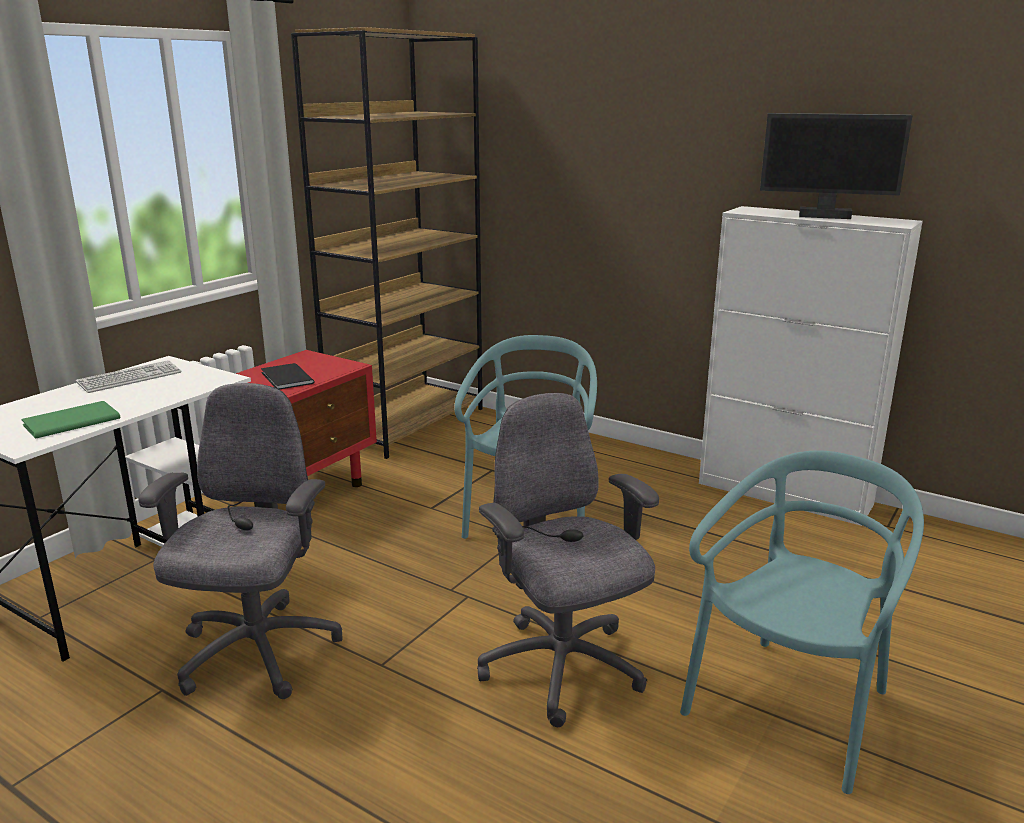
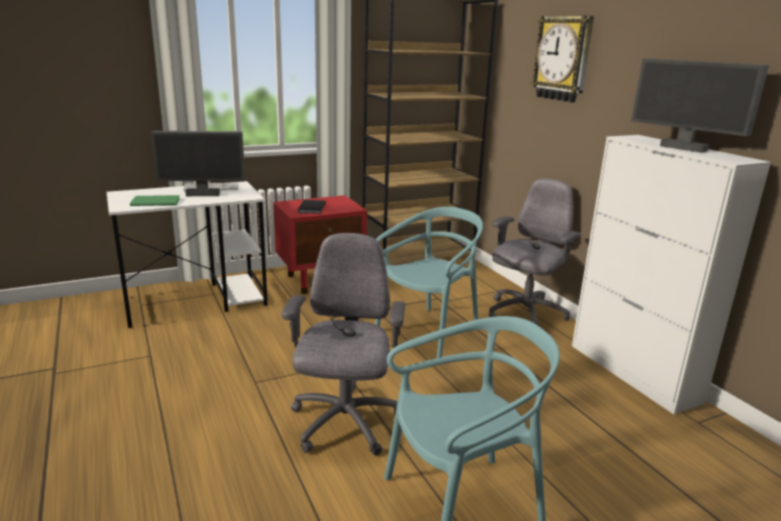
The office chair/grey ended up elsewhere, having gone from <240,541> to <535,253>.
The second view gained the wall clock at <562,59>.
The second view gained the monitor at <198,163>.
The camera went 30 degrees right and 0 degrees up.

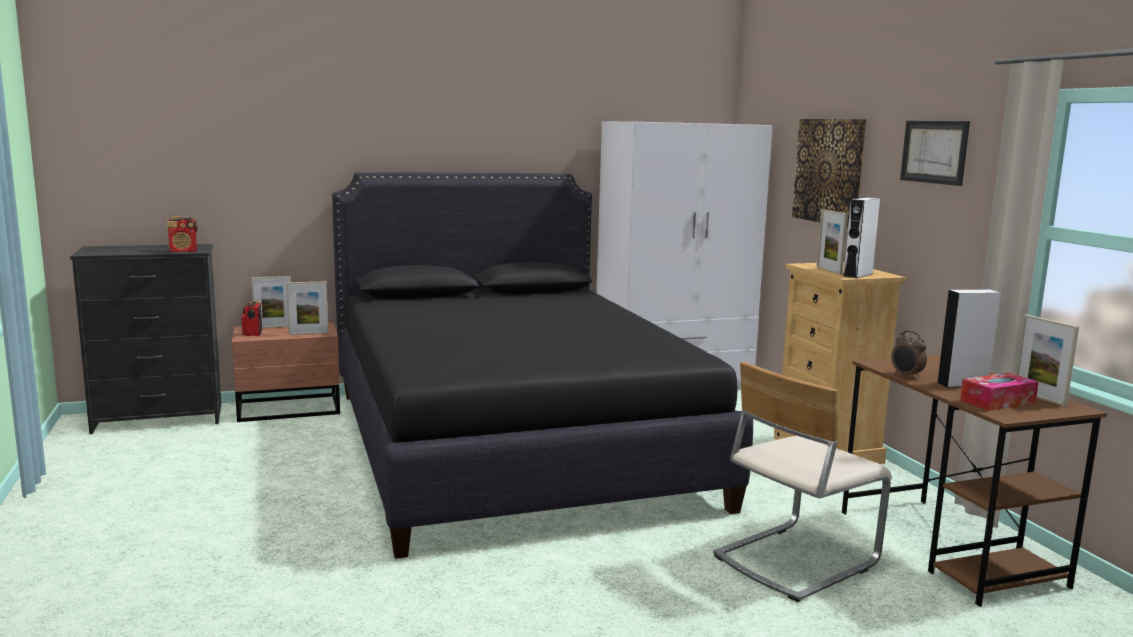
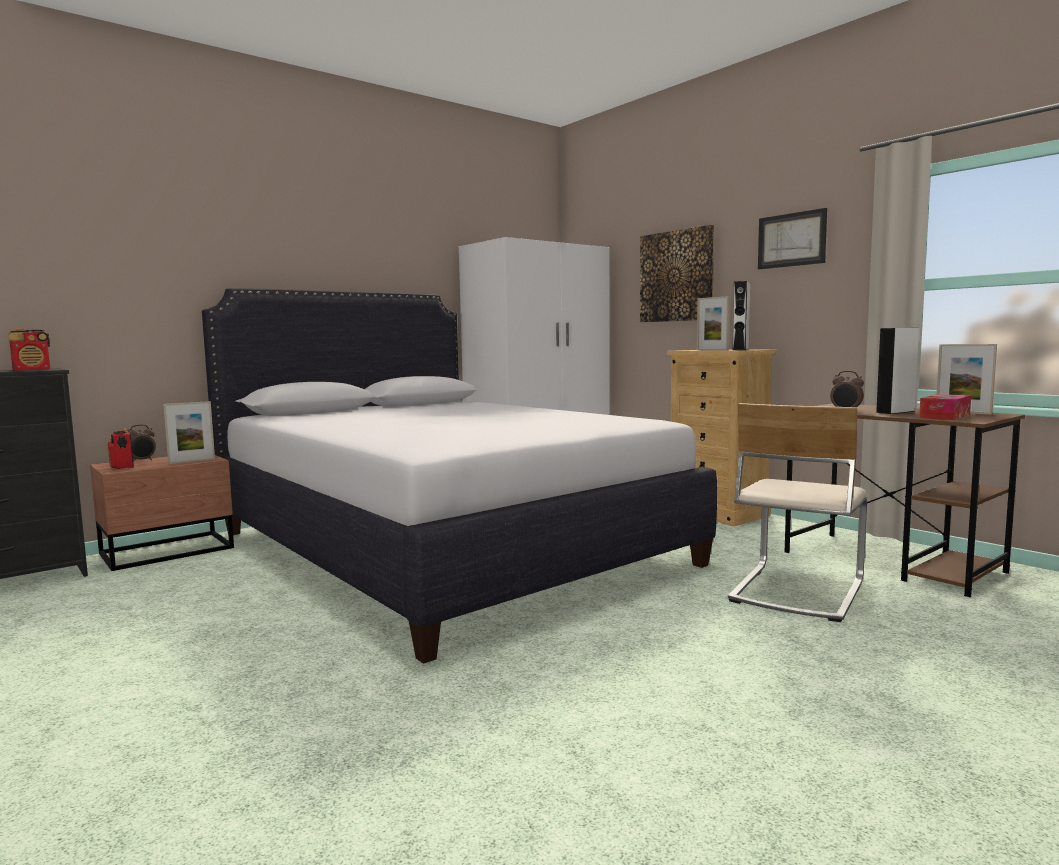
What was the bed/black at <542,365> turned into the bed/white at <459,476>.
Where the picture frame stood at <271,302>, the alarm clock came to stand at <141,443>.
The camera went 20 degrees left and 5 degrees down.

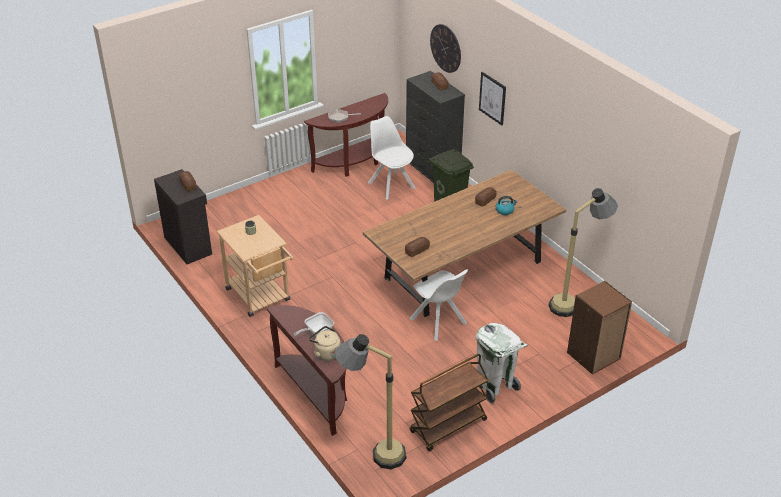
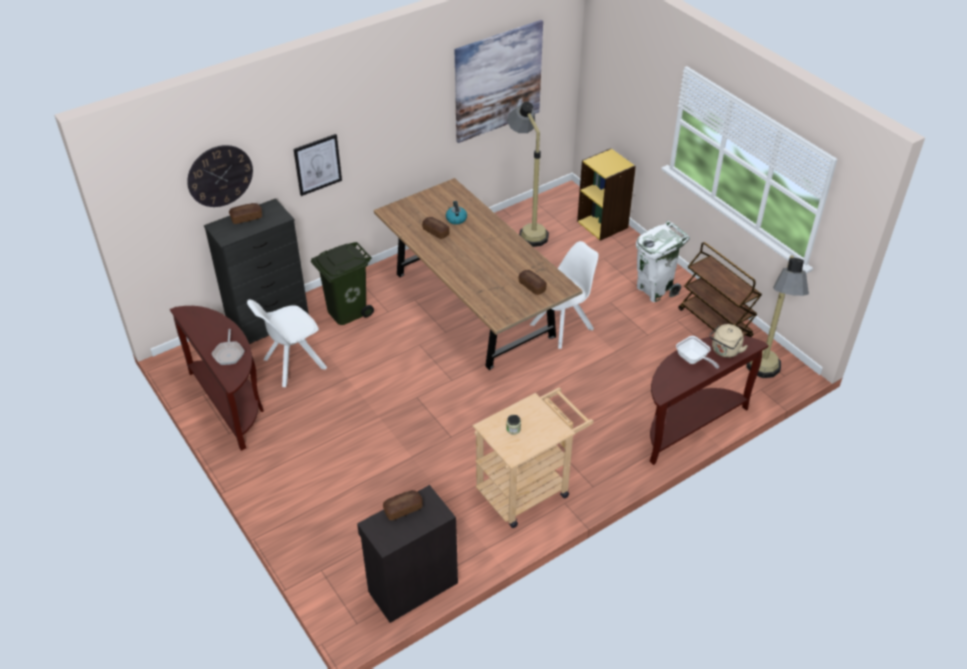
What was the bookcase/brown at <599,328> turned into the bookcase/yellow at <606,194>.
The second view gained the picture at <498,81>.
The camera went 90 degrees left and 5 degrees up.

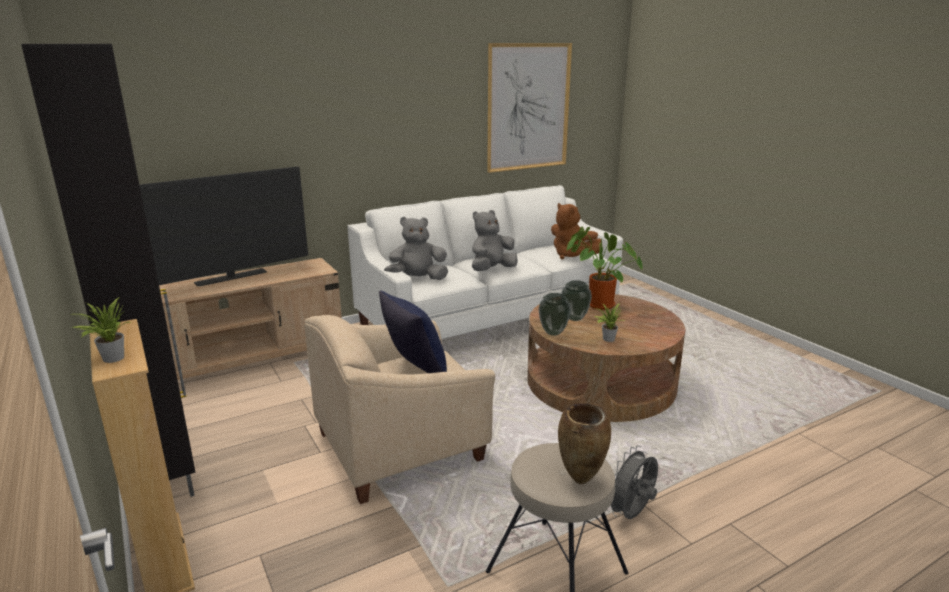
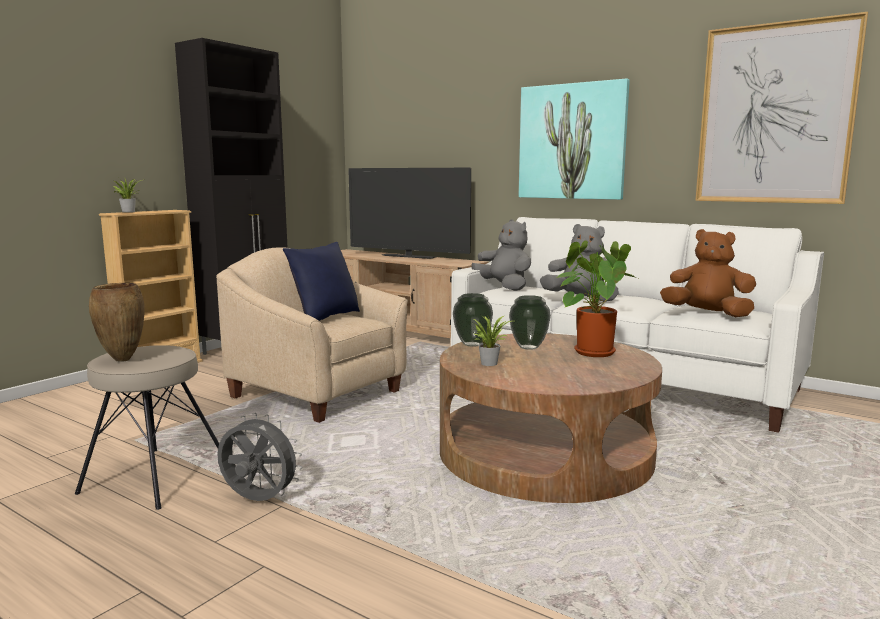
The plush toy/brown at <576,231> ended up facing another way, 90 degrees clockwise from before.
The second view gained the picture at <574,139>.
The camera went 65 degrees right and 10 degrees down.

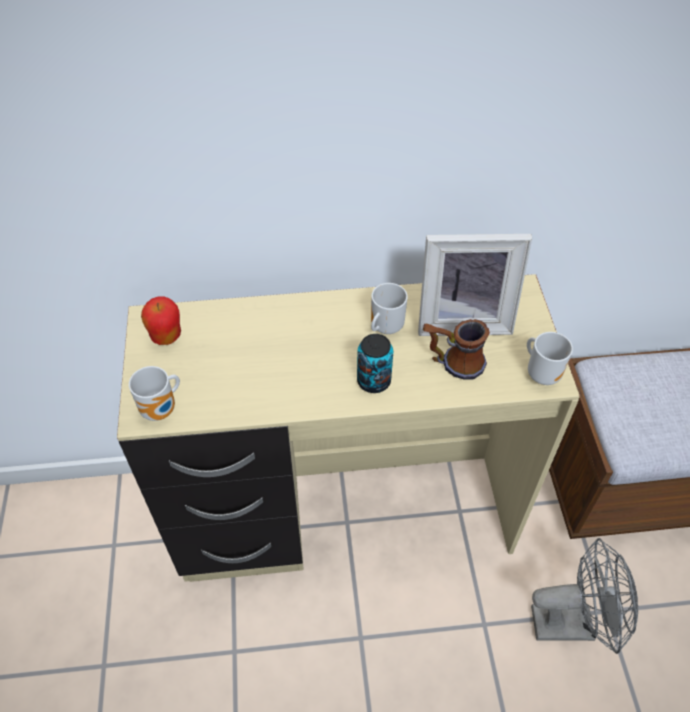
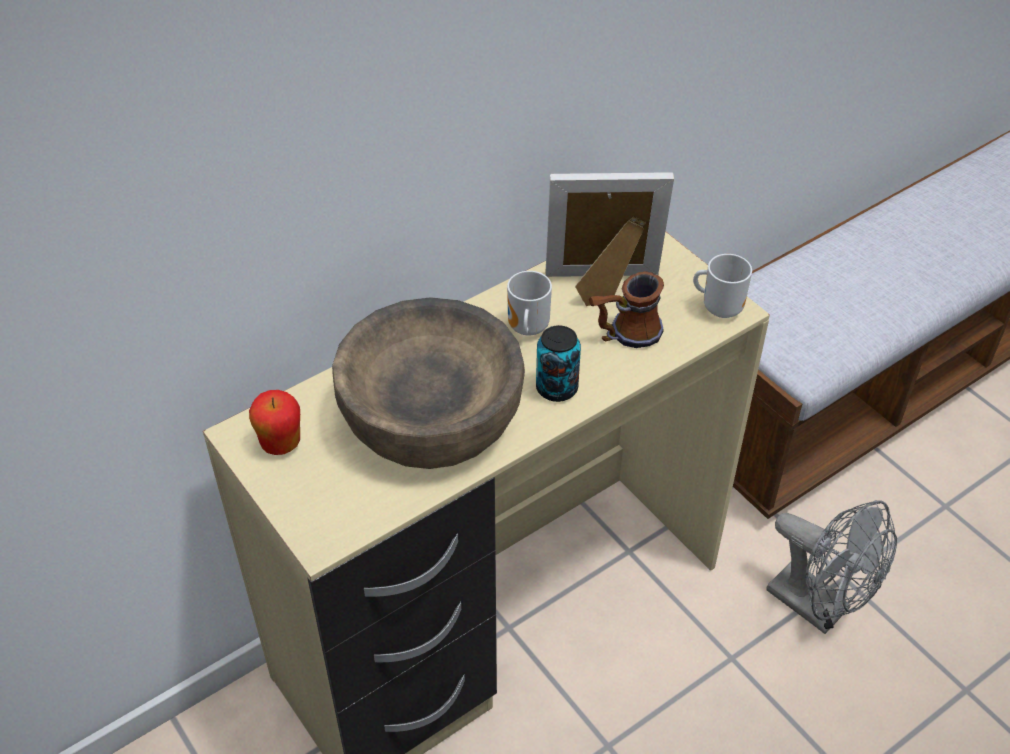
The picture frame at <475,285> ended up facing another way, 150 degrees counterclockwise from before.
The second view lost the mug at <154,393>.
The fan/grey at <584,596> ended up facing another way, 75 degrees clockwise from before.
The second view gained the bowl/brown at <428,383>.
The camera went 30 degrees left and 5 degrees down.

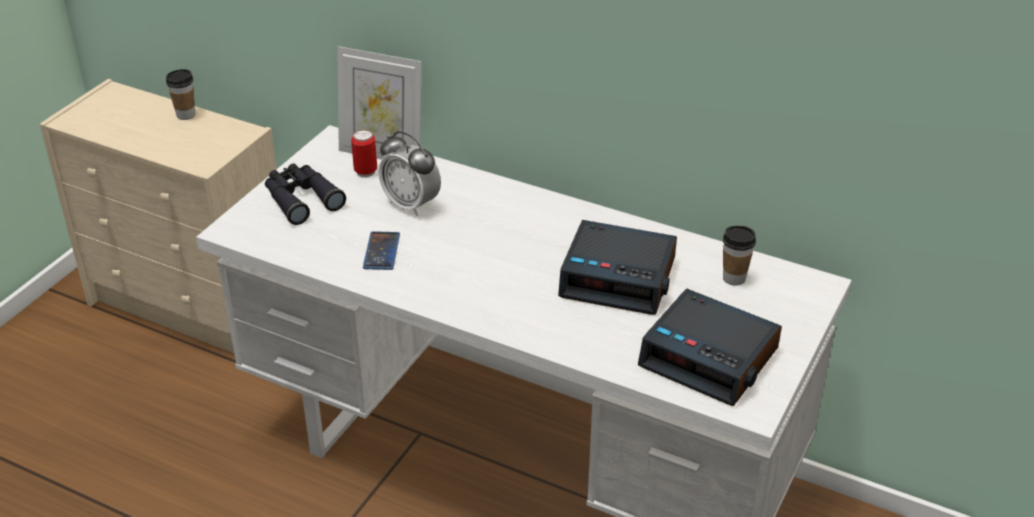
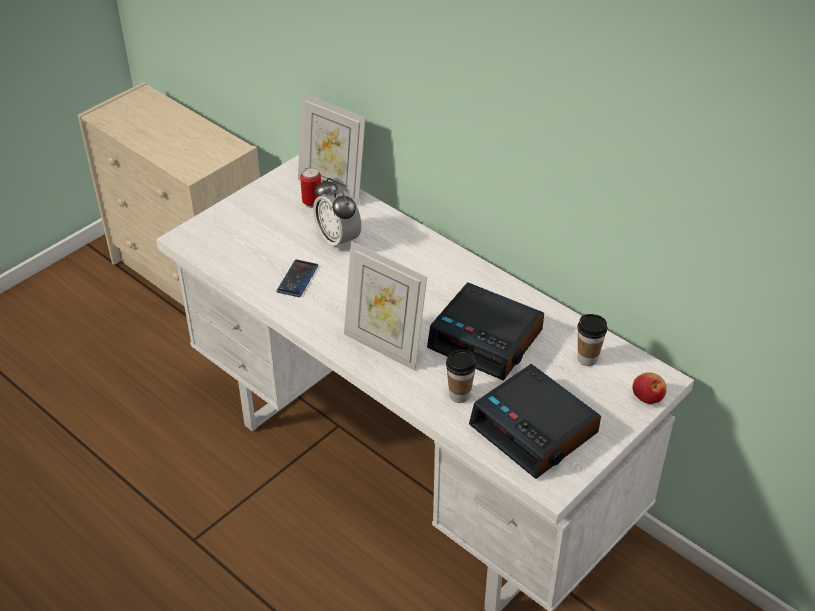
The cup ended up elsewhere, having gone from <180,94> to <461,376>.
The second view lost the binoculars/black at <305,194>.
The second view gained the picture frame at <385,306>.
The second view gained the apple at <649,388>.
The camera went 15 degrees right and 5 degrees up.

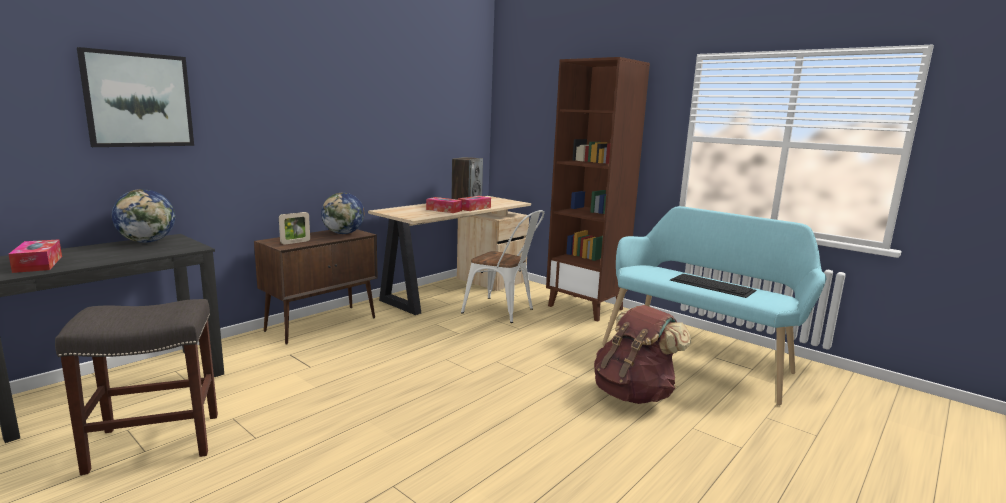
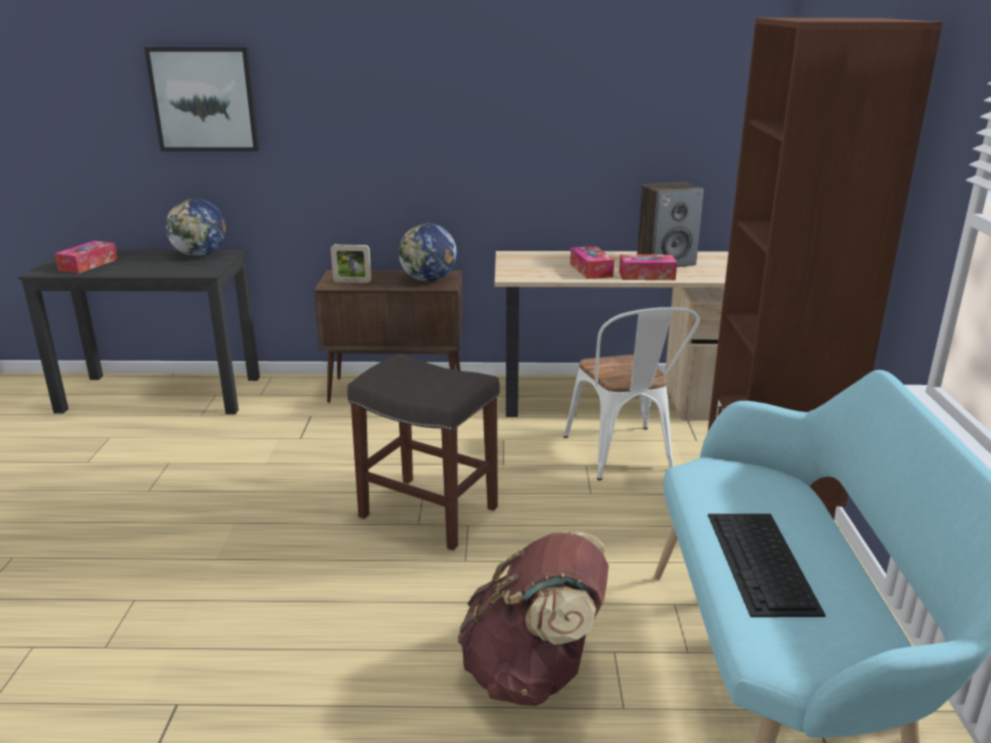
The stool/grey ended up elsewhere, having gone from <136,387> to <423,452>.
The camera went 50 degrees right and 10 degrees up.

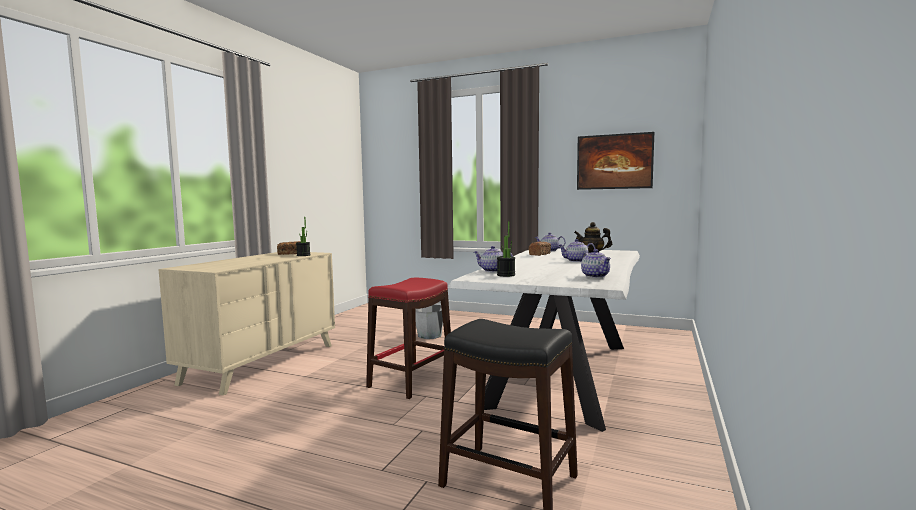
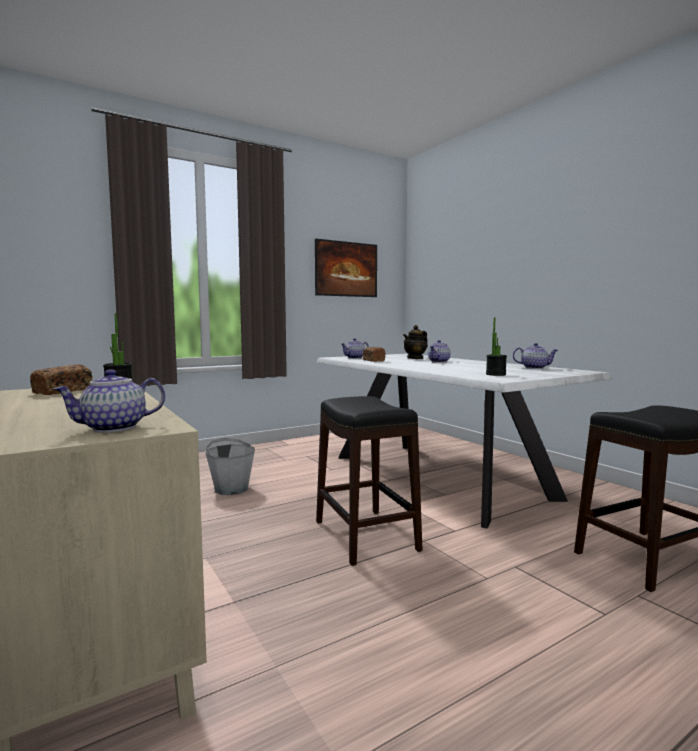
The teapot ended up elsewhere, having gone from <493,259> to <109,400>.
What was the stool/red at <408,338> turned into the stool/black at <369,481>.
The camera went 55 degrees left and 0 degrees up.

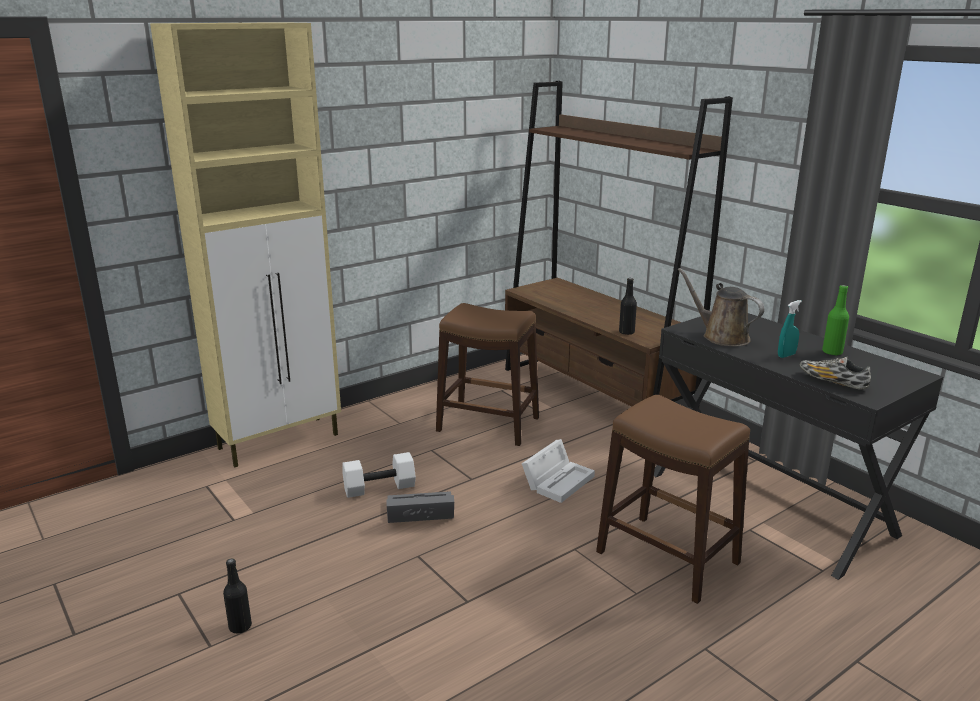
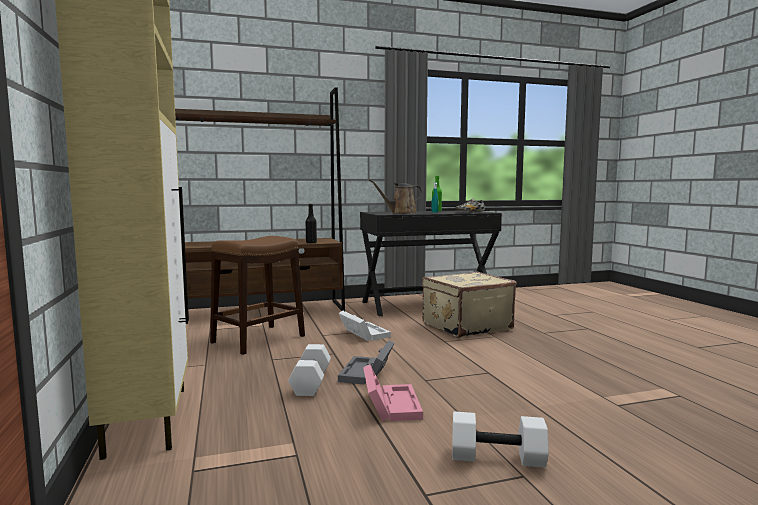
Where the stool/brown stood at <673,499>, the suitcase/beige came to stand at <469,304>.
Where the bottle/black stood at <237,595>, the dumbbell/white came to stand at <500,439>.
The second view gained the storage box/pink at <393,392>.
The camera went 70 degrees left and 15 degrees down.

